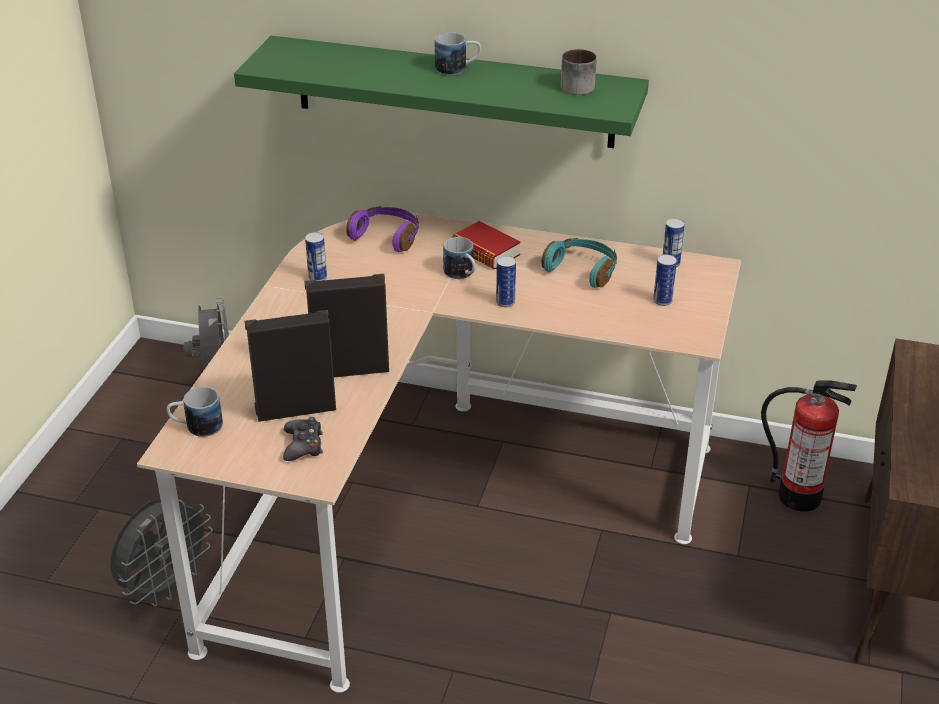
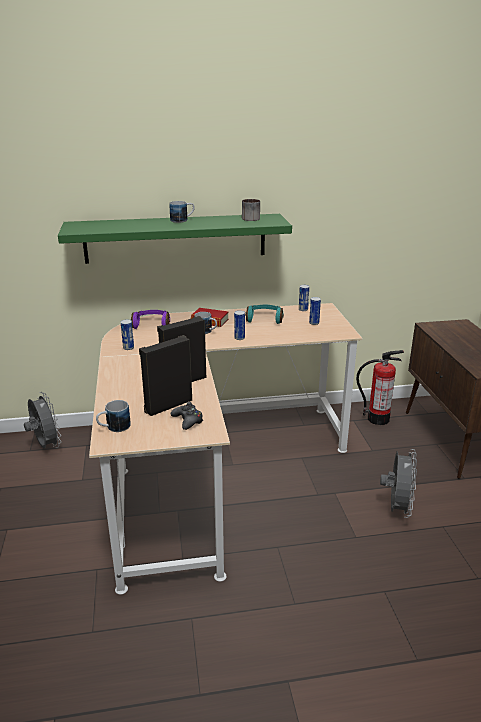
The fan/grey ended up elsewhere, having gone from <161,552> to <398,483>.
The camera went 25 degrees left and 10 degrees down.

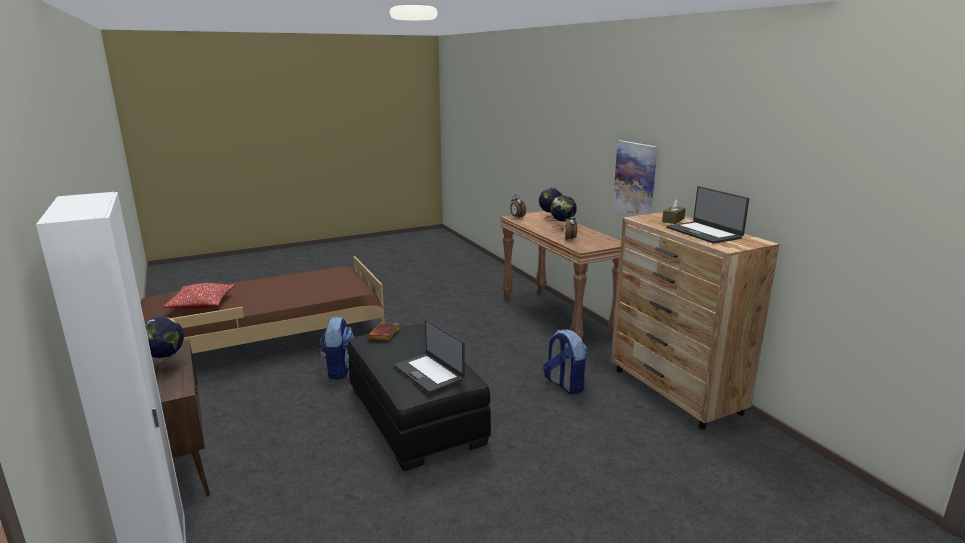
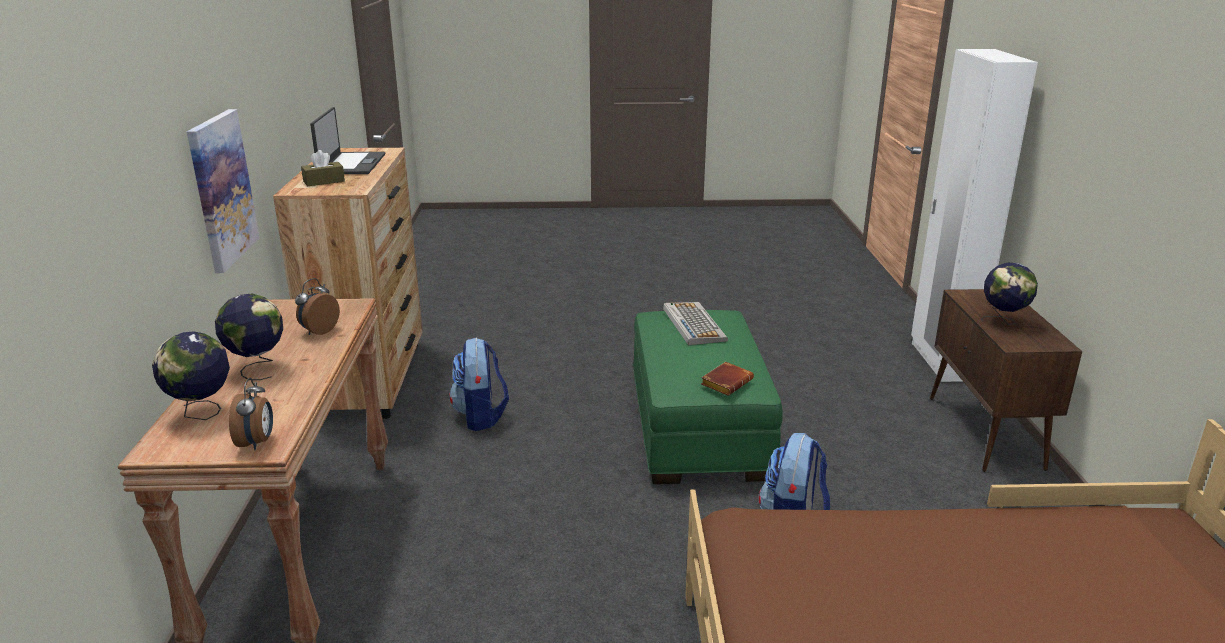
The second view lost the pillow at <199,296>.
Where the laptop stood at <429,356>, the keyboard came to stand at <695,323>.
What was the ottoman/black at <419,397> turned into the ottoman/green at <708,397>.
The camera went 155 degrees left and 5 degrees up.

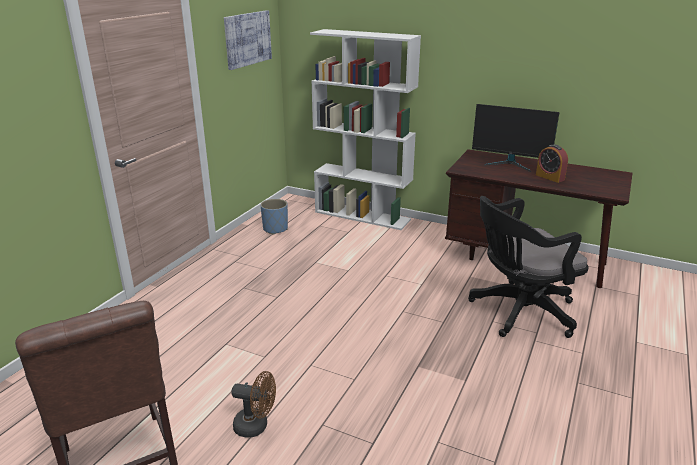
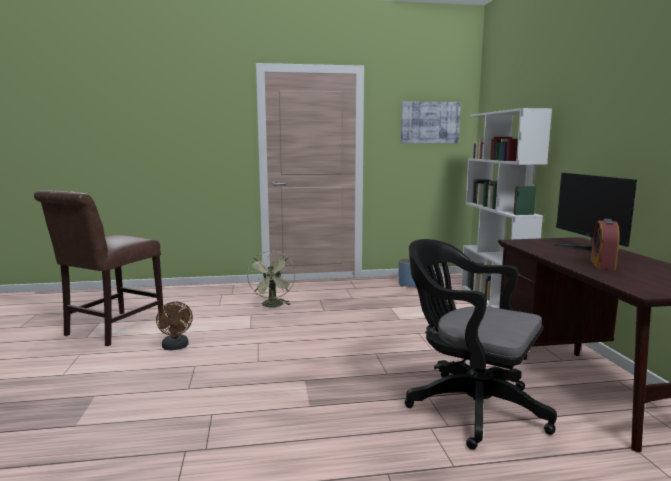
The second view gained the fan/green at <271,279>.
The camera went 55 degrees right and 15 degrees down.

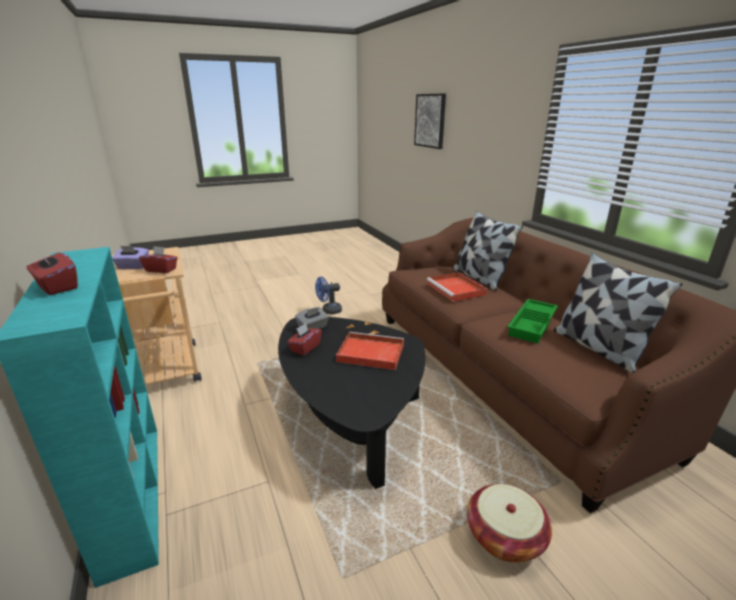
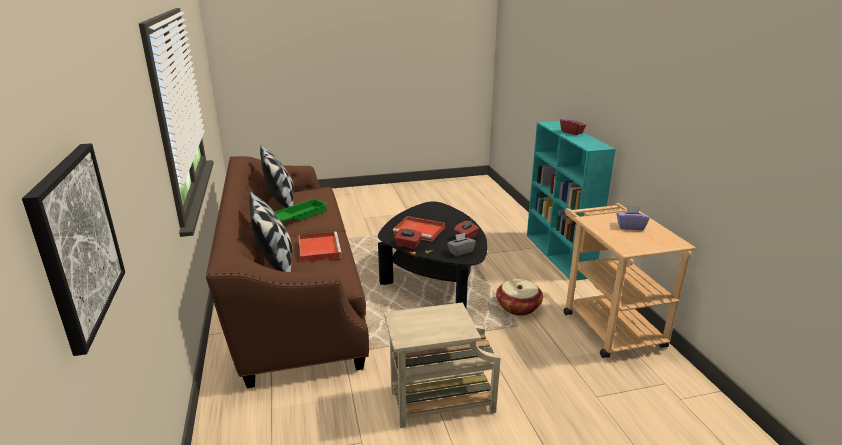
The tissue box/red ended up elsewhere, having gone from <158,259> to <408,238>.
Where the fan/blue stood at <328,295>, the side table/beige came to stand at <442,365>.
The basket ended up elsewhere, having gone from <509,523> to <519,297>.
The camera went 170 degrees left and 0 degrees up.

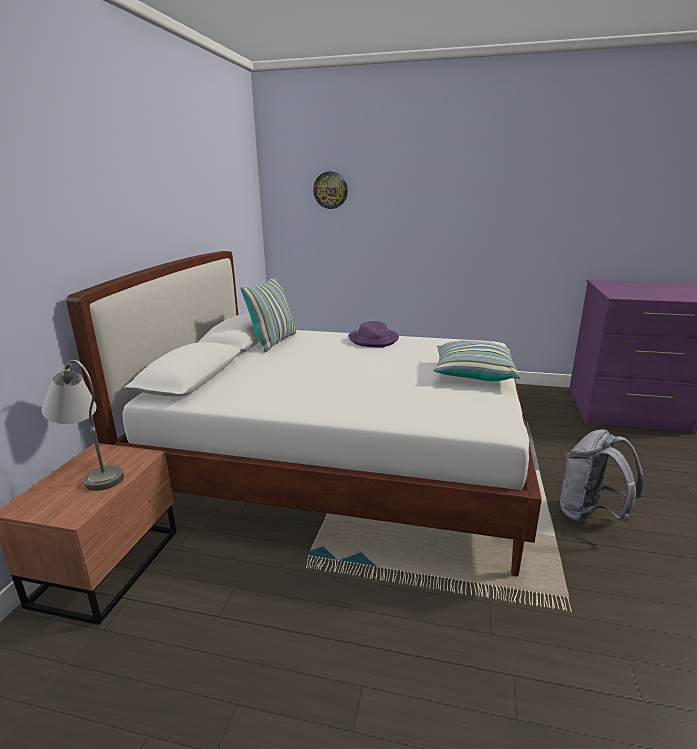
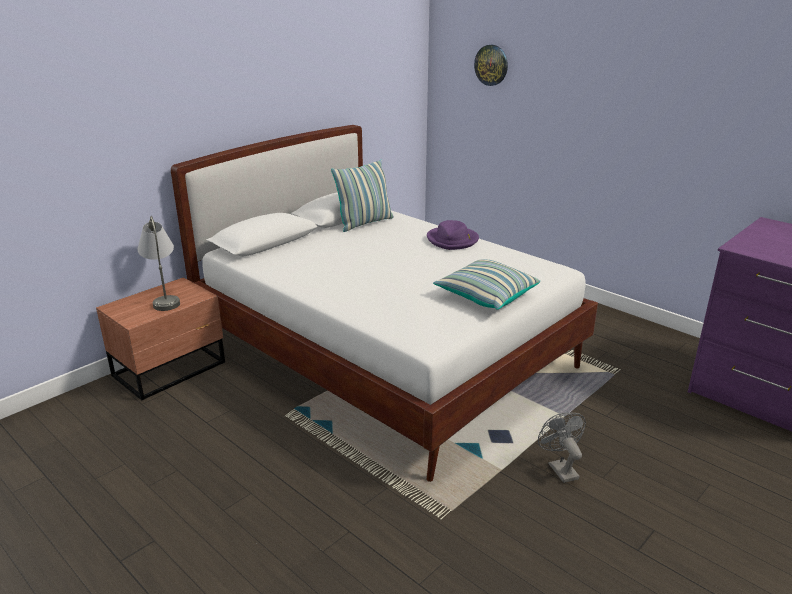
Where the backpack/grey stood at <602,476>, the fan/grey came to stand at <562,448>.
The camera went 30 degrees right and 5 degrees up.

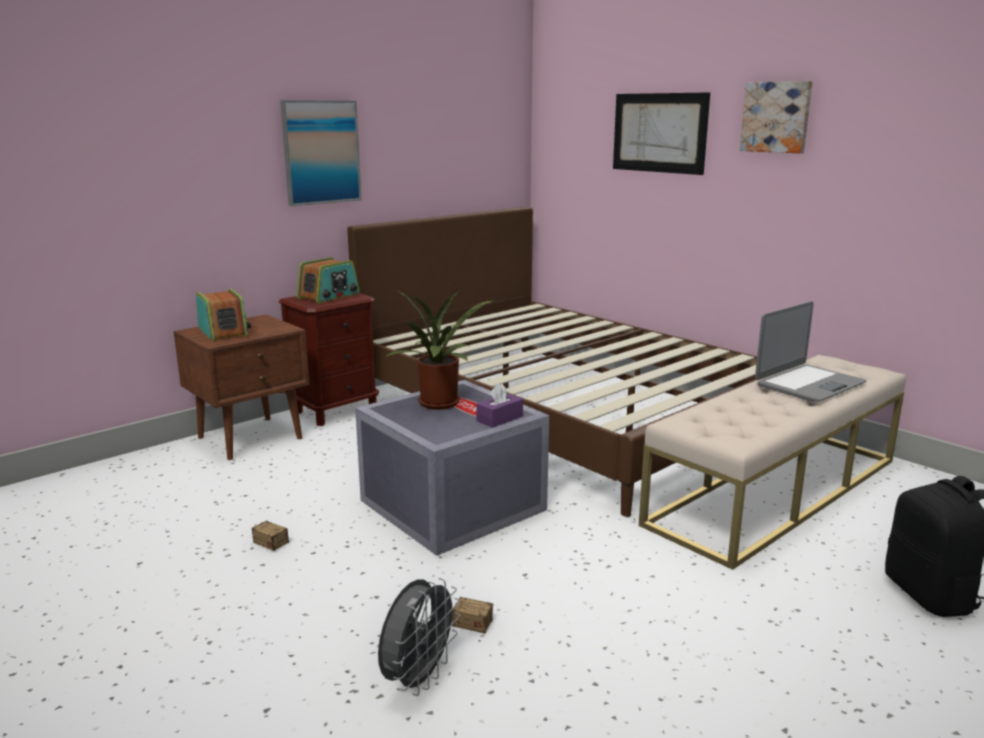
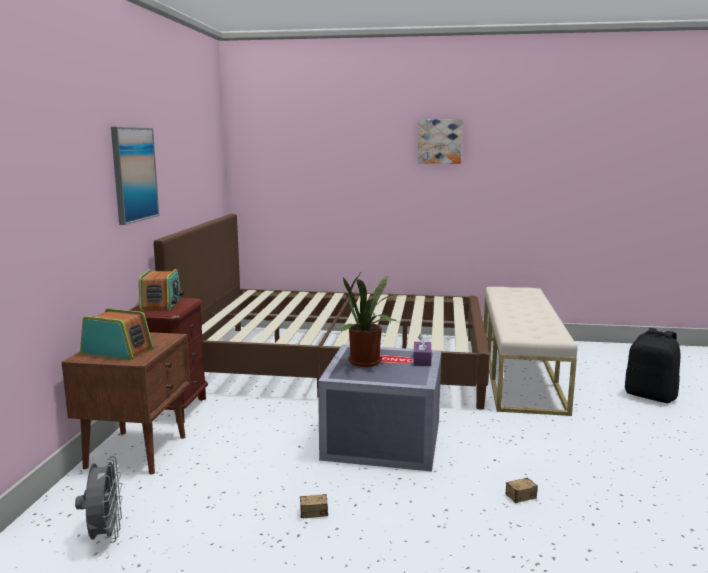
The second view lost the picture at <661,133>.
The second view lost the laptop at <811,351>.
The fan/grey ended up elsewhere, having gone from <419,637> to <99,499>.
The camera went 40 degrees left and 5 degrees down.

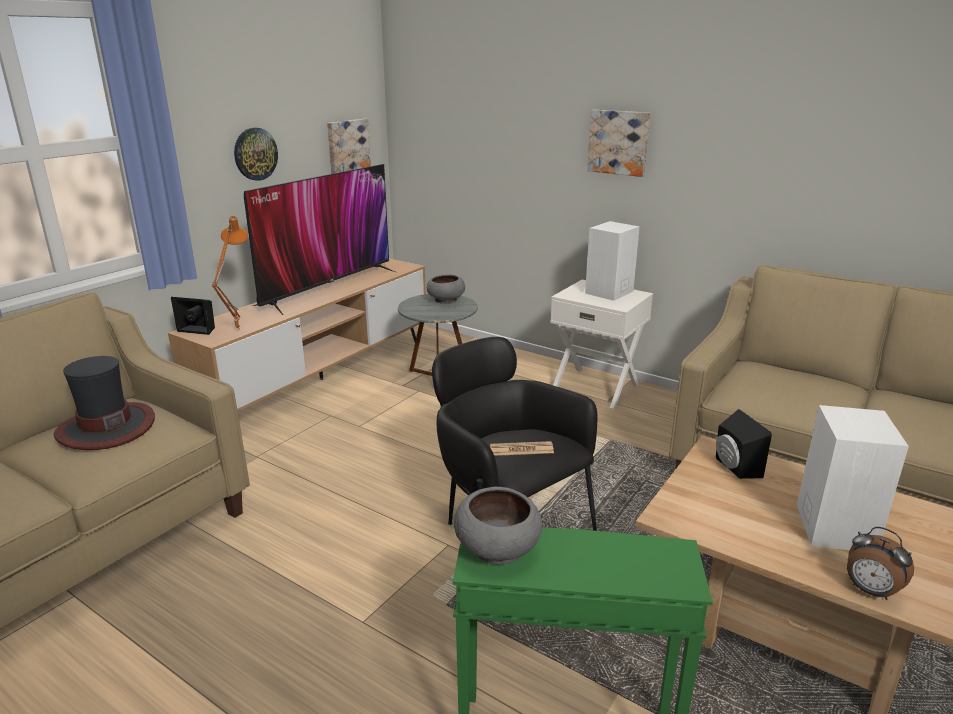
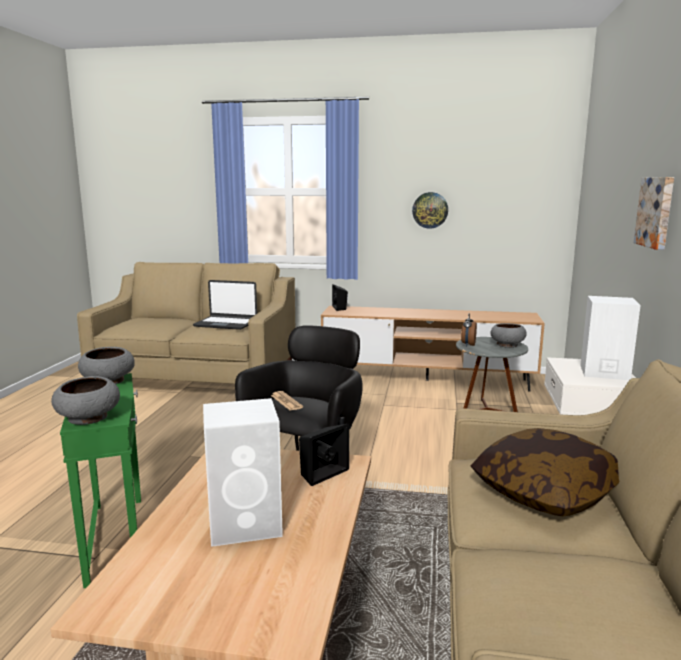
The second view lost the picture at <349,146>.
The second view lost the television at <319,239>.
The second view lost the table lamp/orange at <230,273>.
Where the hat stood at <104,403>, the laptop came to stand at <225,305>.
The alarm clock ended up elsewhere, having gone from <880,563> to <469,330>.
The second view gained the bowl/grey at <85,400>.
The second view gained the pillow at <545,472>.
The camera went 65 degrees right and 10 degrees down.

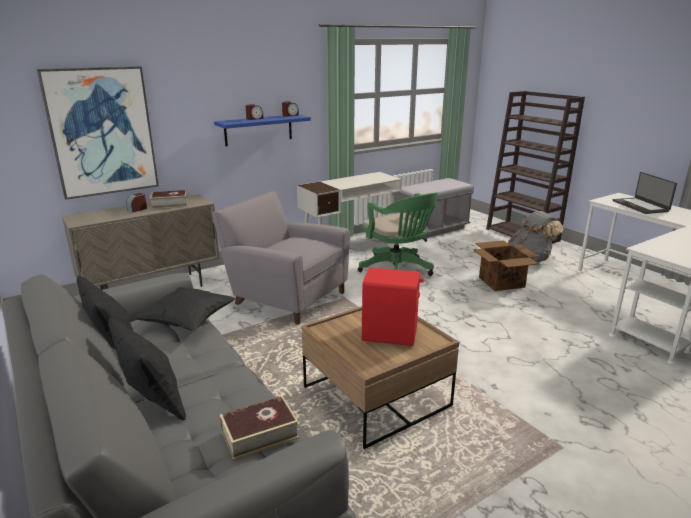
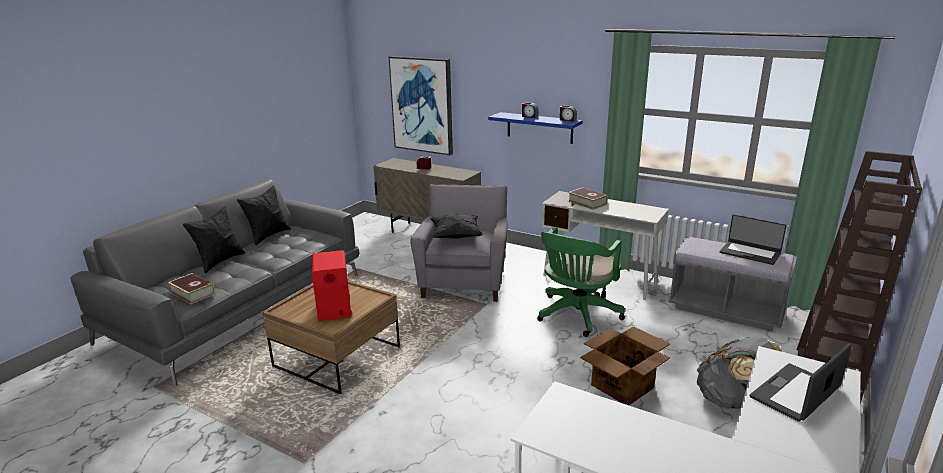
The book ended up elsewhere, having gone from <169,199> to <588,199>.
The pillow/black ended up elsewhere, having gone from <184,309> to <457,226>.
The second view gained the laptop at <753,239>.
The camera went 65 degrees right and 0 degrees up.

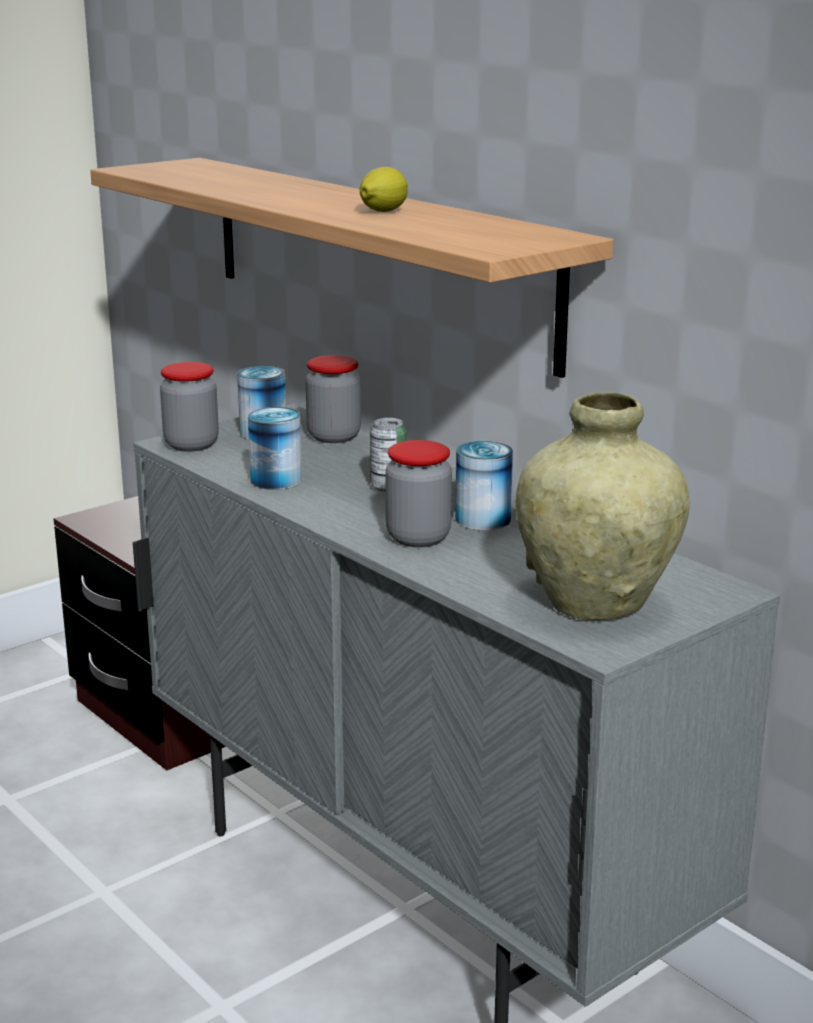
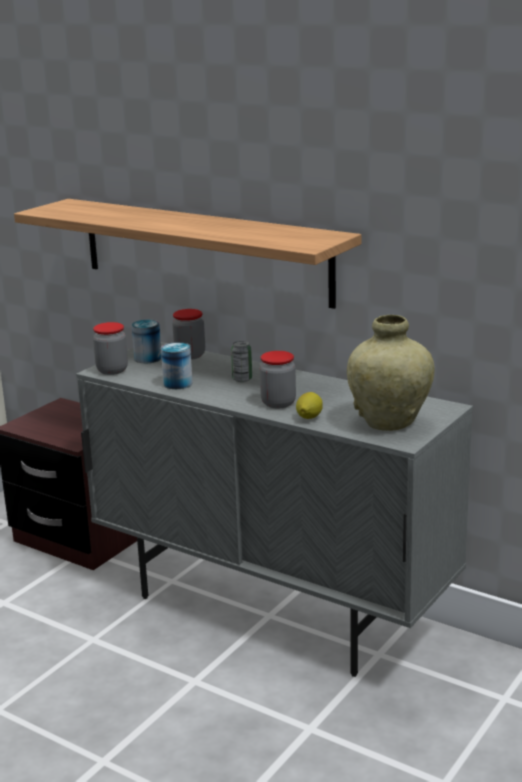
The lemon ended up elsewhere, having gone from <384,189> to <309,405>.
The second view lost the can at <484,485>.
The camera went 15 degrees left and 0 degrees up.

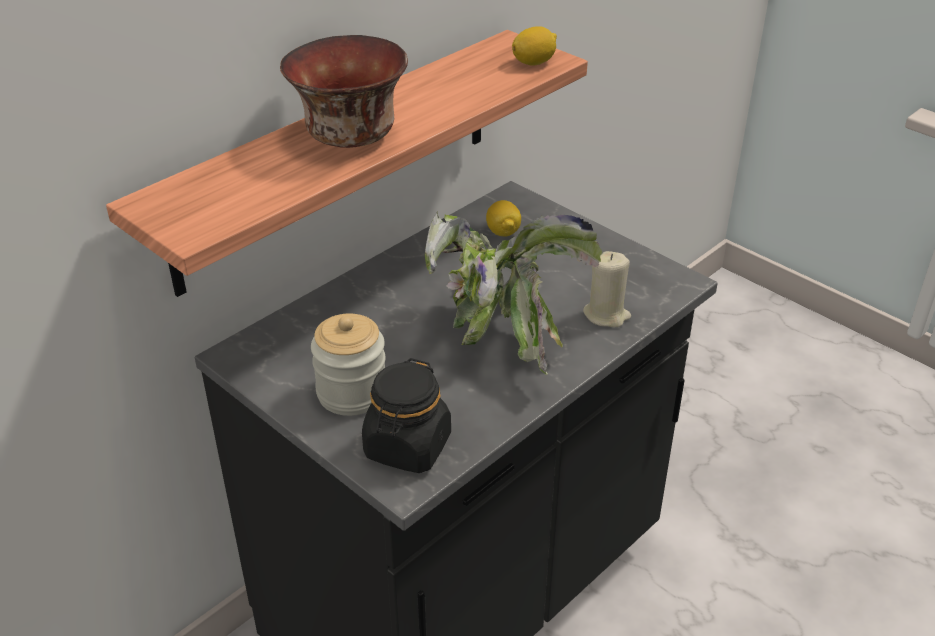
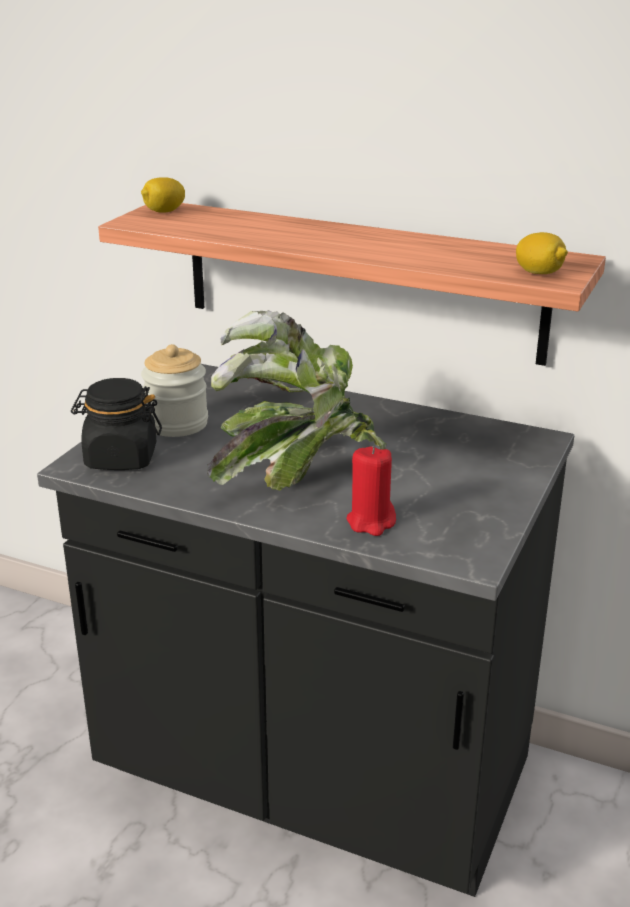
The second view lost the bowl at <344,91>.
The lemon ended up elsewhere, having gone from <503,218> to <163,195>.
What was the candle/beige at <607,289> turned into the candle/red at <371,491>.
The camera went 70 degrees right and 10 degrees down.

